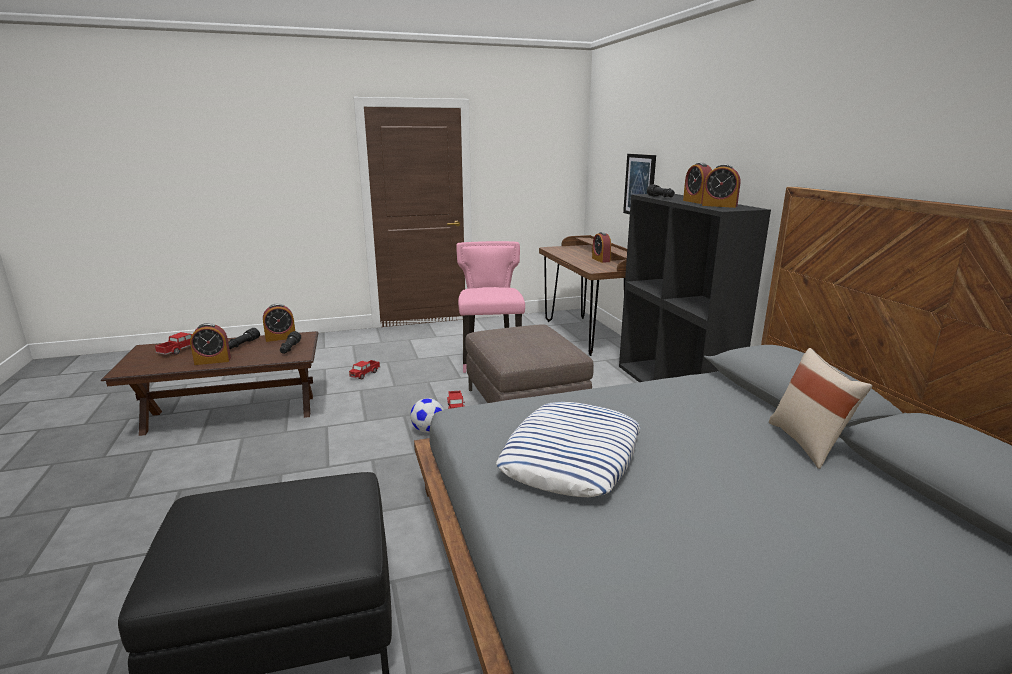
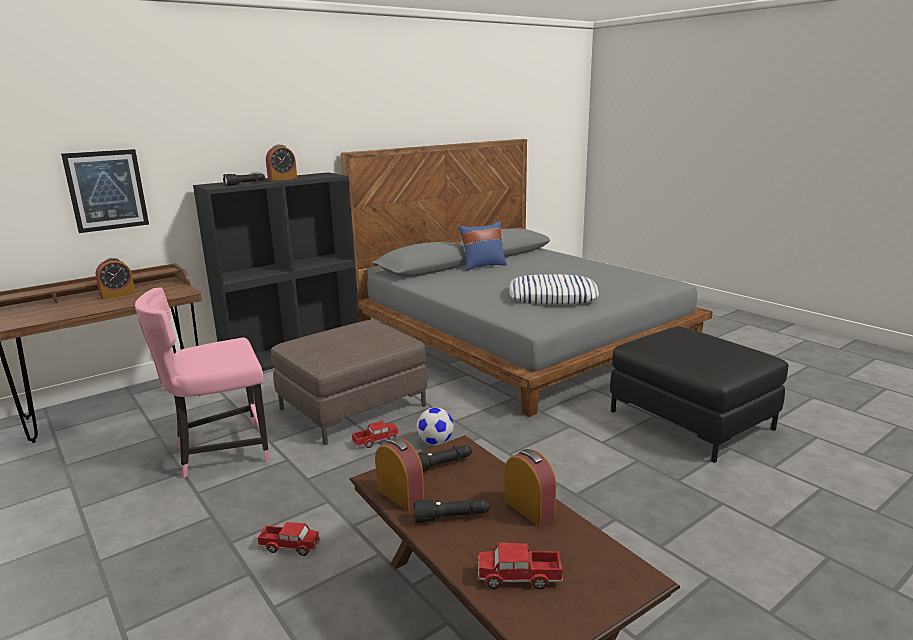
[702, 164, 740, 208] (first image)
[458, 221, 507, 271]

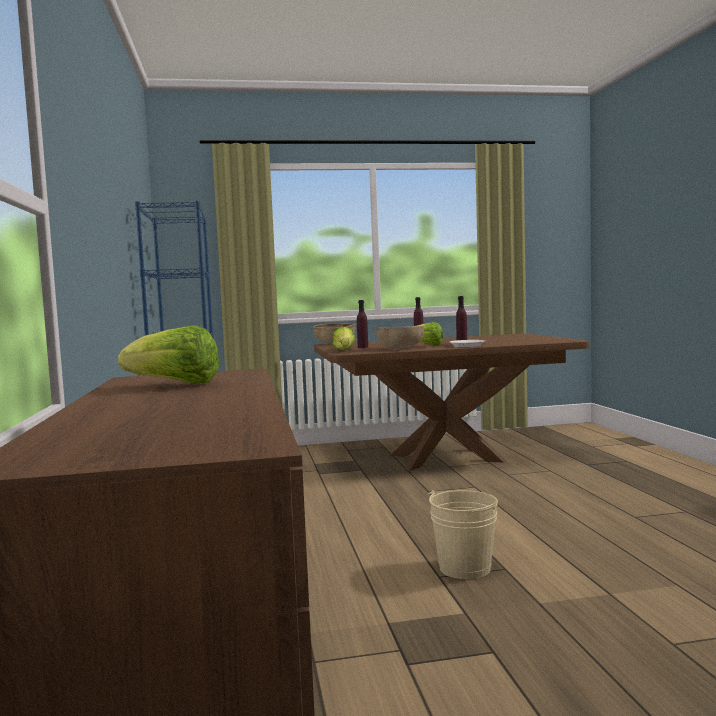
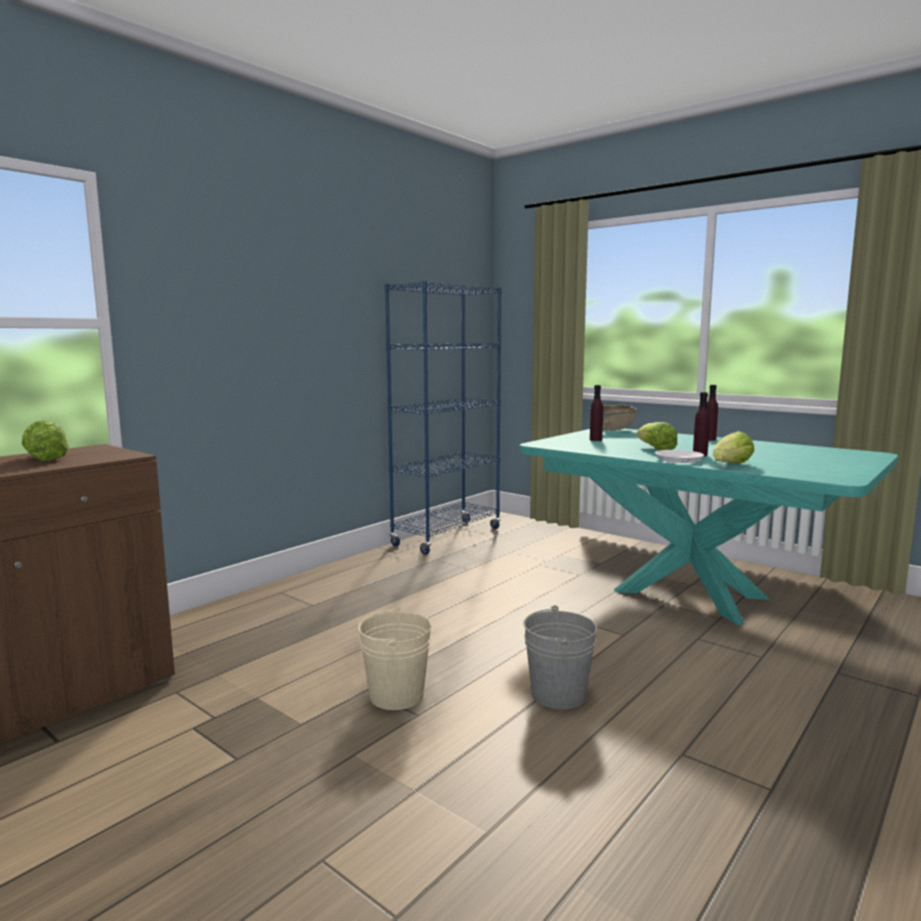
[519, 429, 898, 625]
[713, 431, 754, 463]
[375, 326, 424, 349] (first image)
[523, 605, 597, 709]

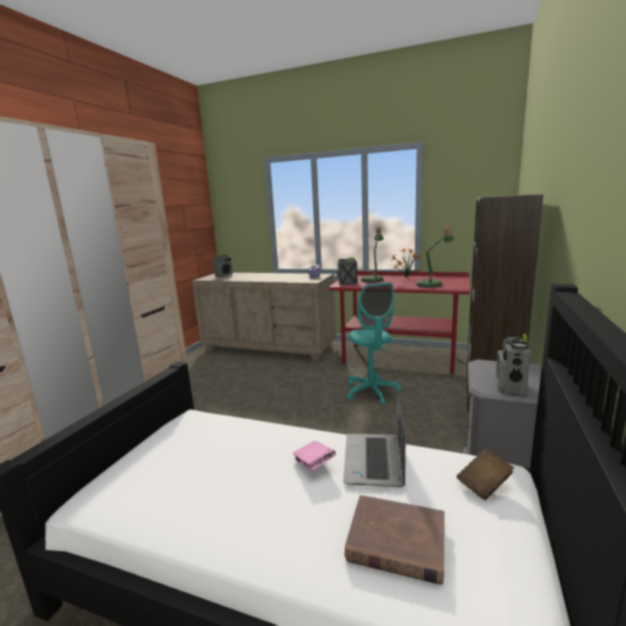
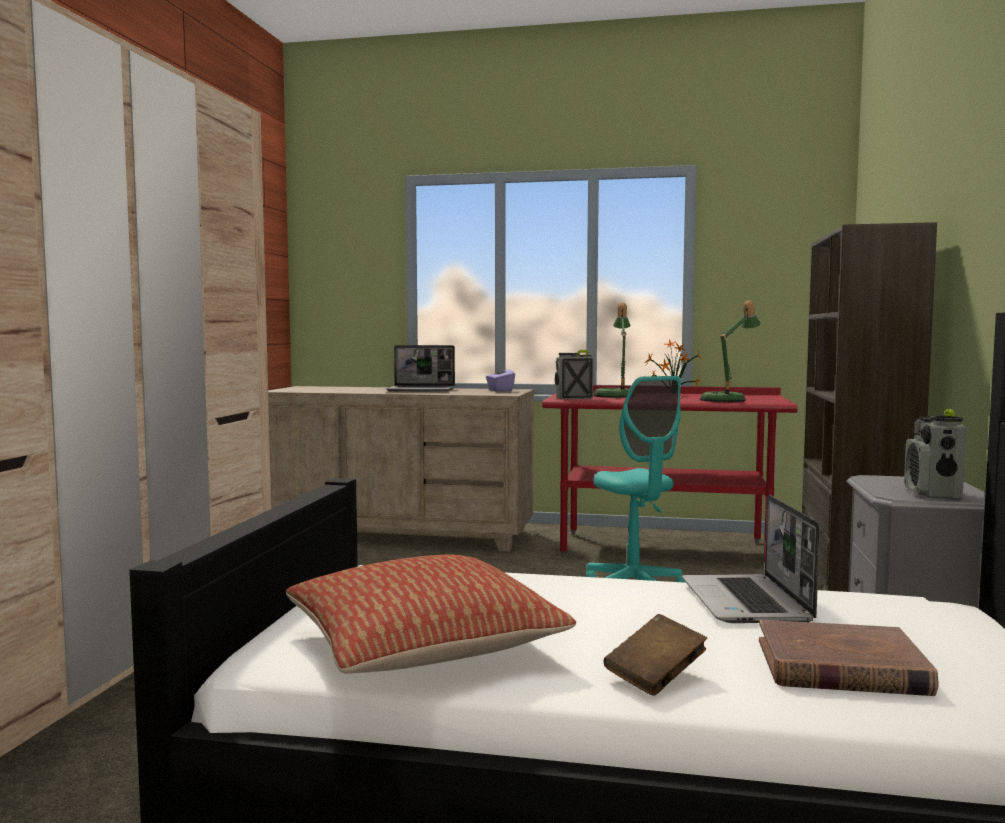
[213, 254, 233, 277] (first image)
[292, 441, 336, 471] (first image)
[604, 614, 707, 696]
[286, 554, 576, 674]
[386, 345, 455, 392]

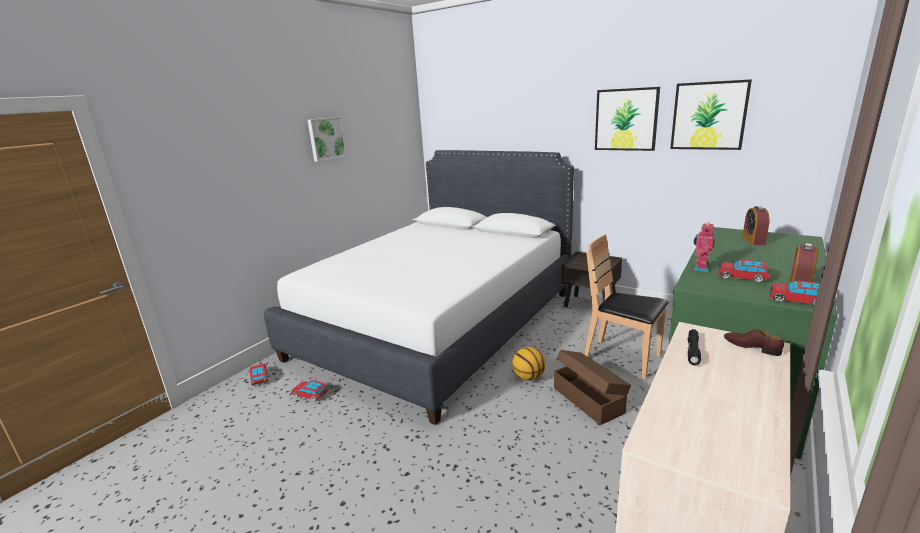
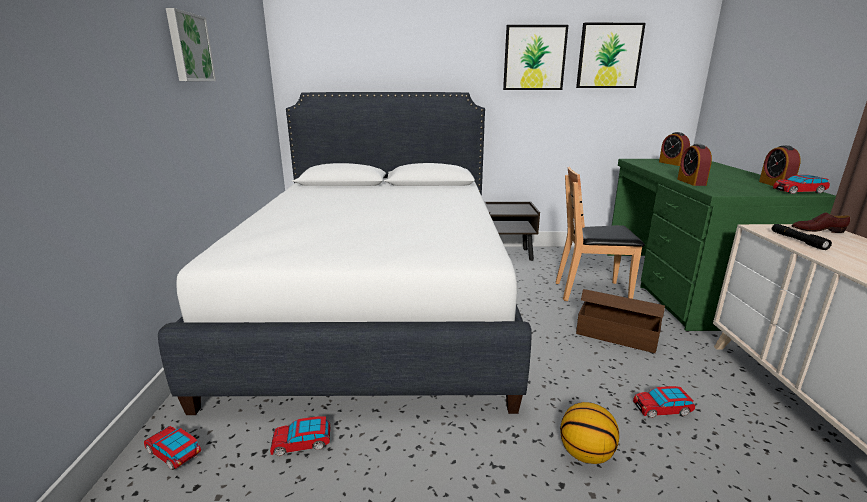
[560, 402, 619, 464]
[677, 144, 712, 186]
[633, 386, 695, 418]

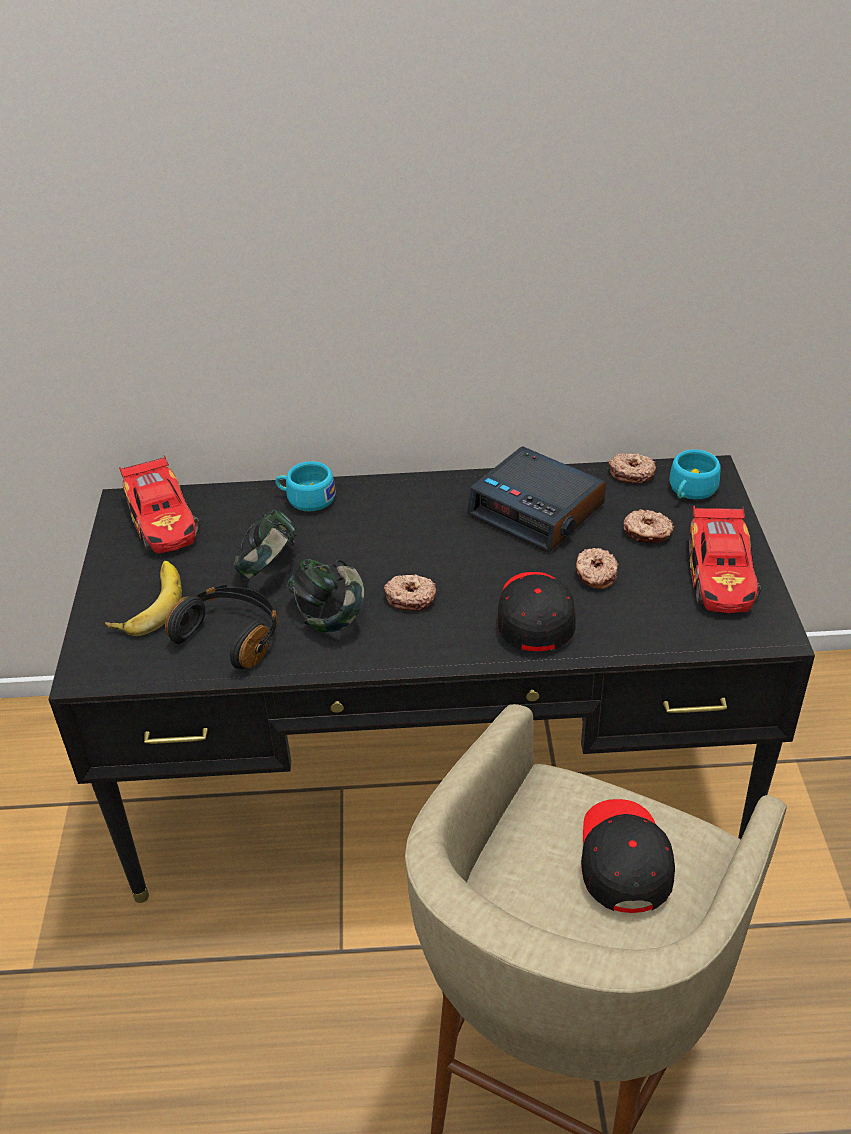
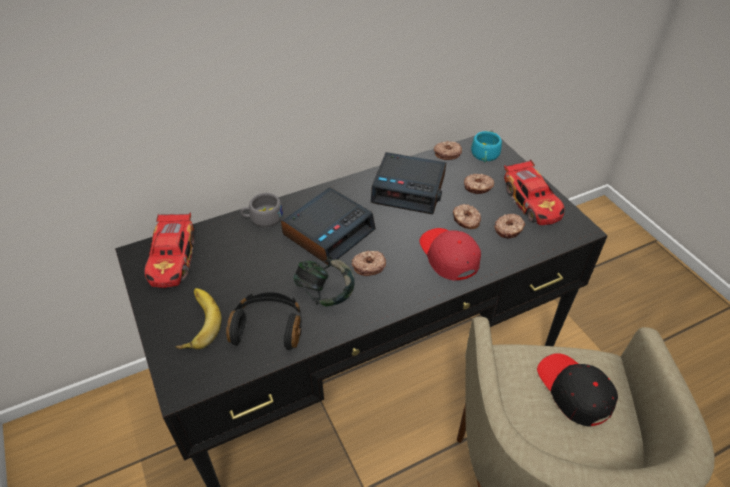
[145, 212, 194, 288]
[233, 510, 298, 580] (first image)
[240, 193, 283, 227]
[419, 228, 481, 281]
[281, 187, 376, 265]
[494, 214, 525, 238]

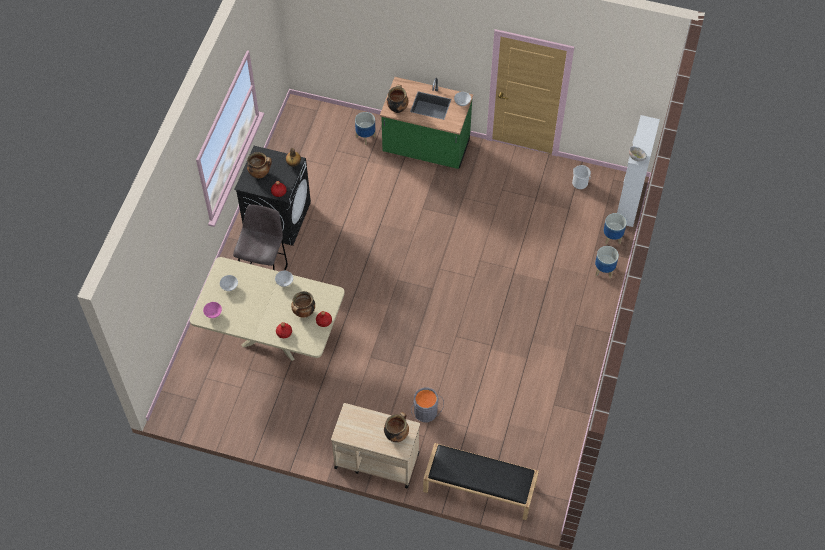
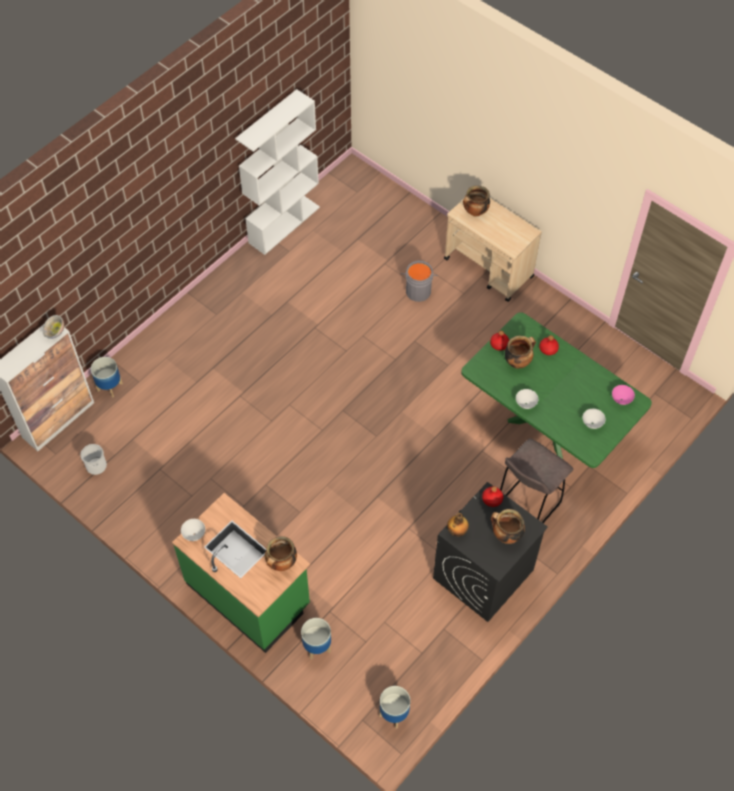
[461, 312, 652, 468]
[423, 443, 539, 520] (first image)
[379, 686, 410, 728]
[235, 89, 320, 255]

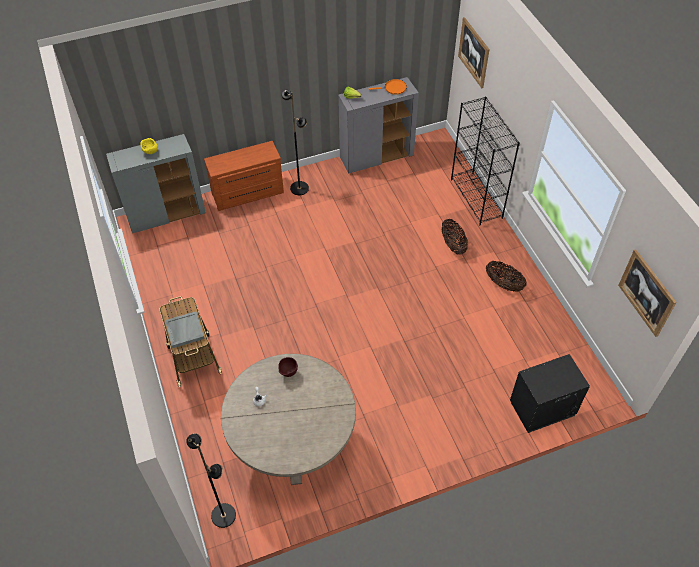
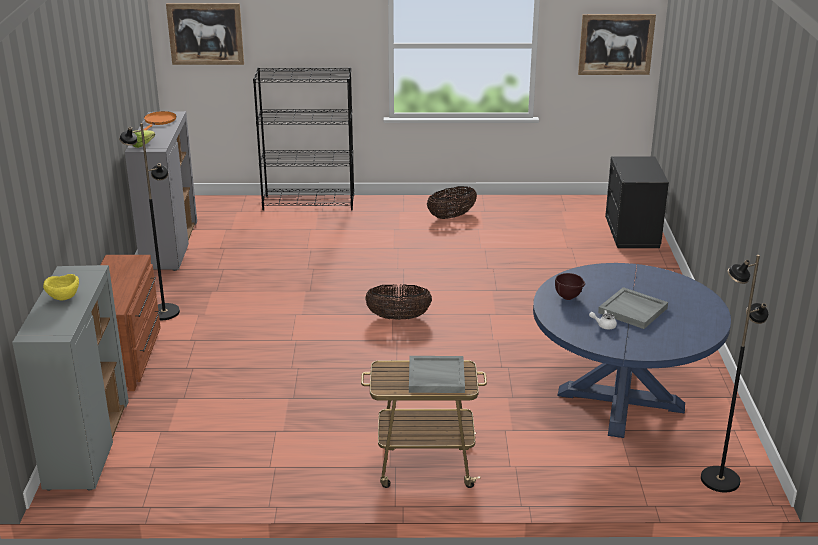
[533, 263, 731, 438]
[365, 284, 432, 320]
[598, 287, 668, 329]

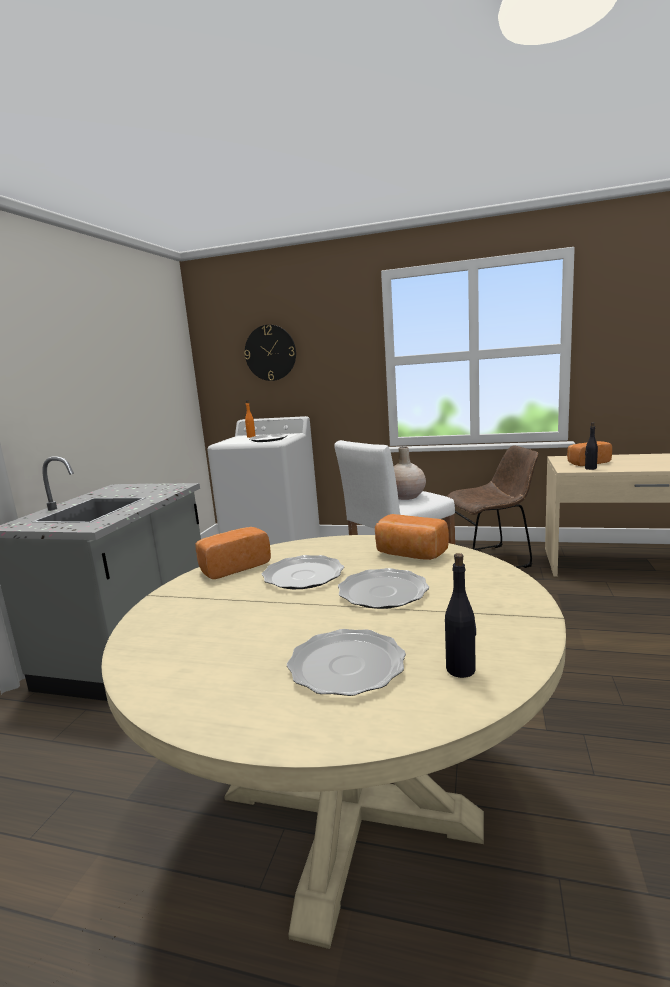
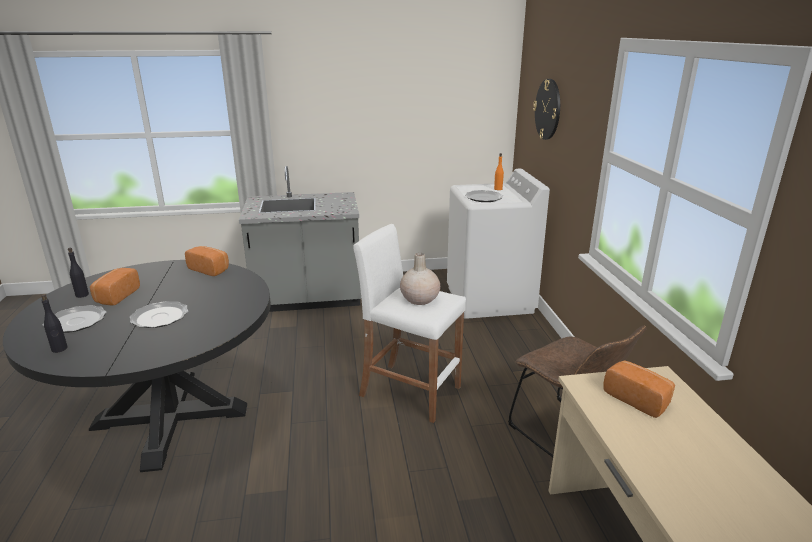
[3, 260, 271, 472]
[262, 555, 344, 589] (first image)
[90, 268, 140, 305]
[68, 248, 89, 298]

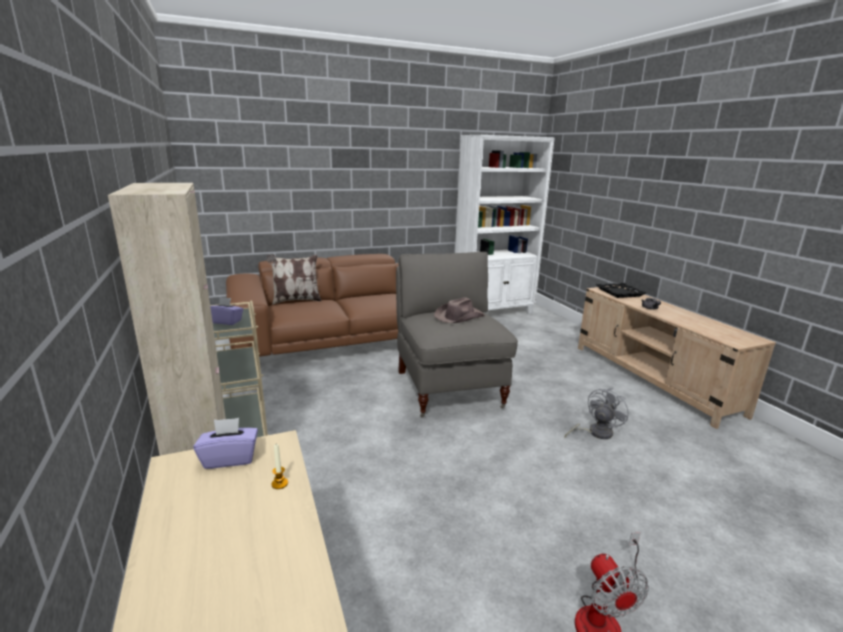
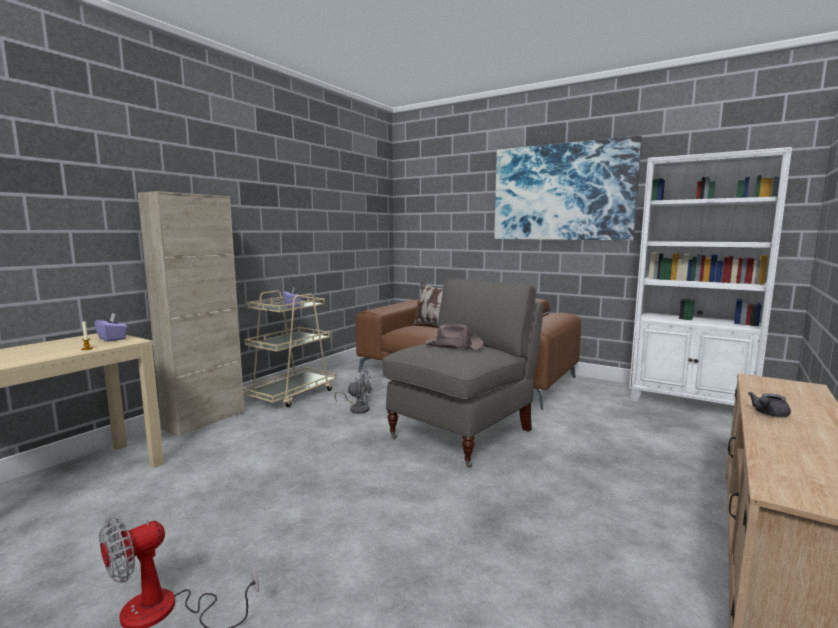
[334, 370, 372, 414]
[596, 283, 646, 298] (first image)
[494, 136, 642, 240]

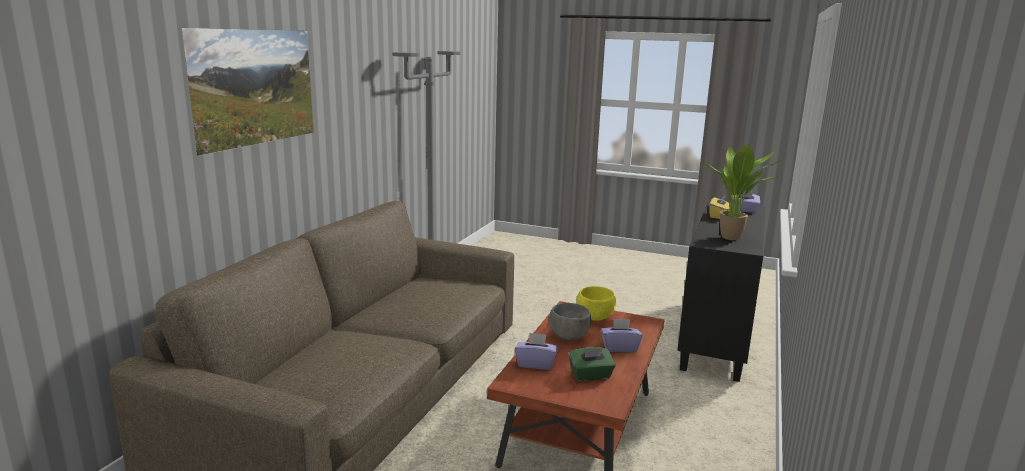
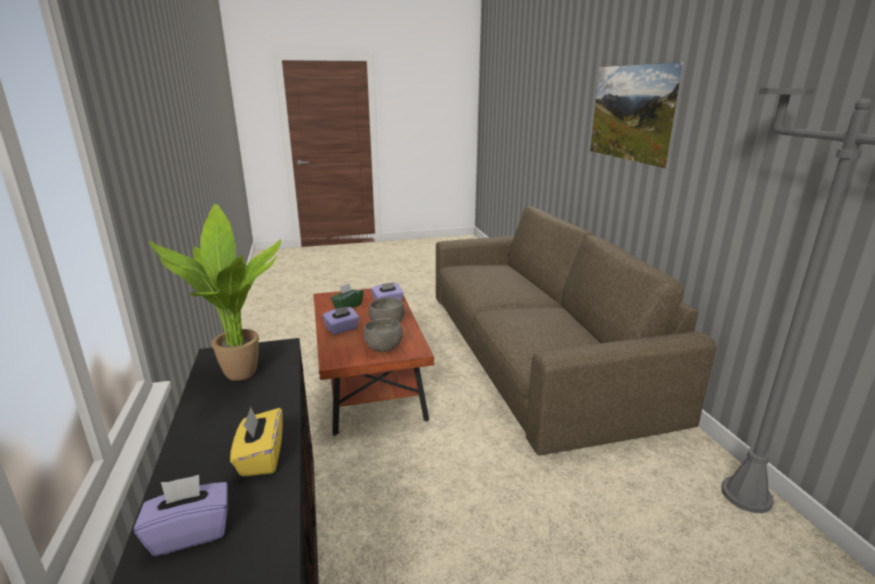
[364, 318, 403, 352]

